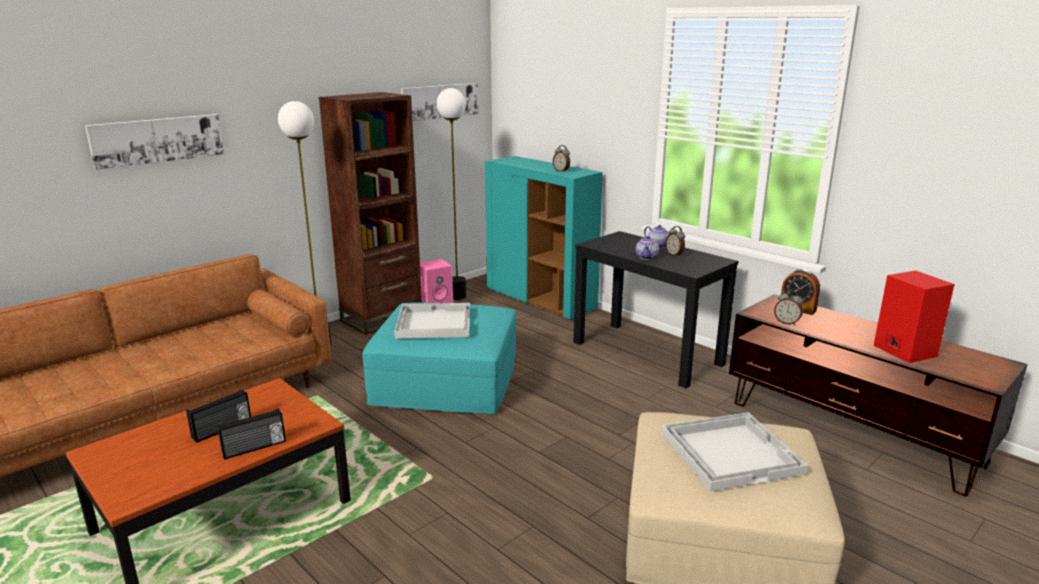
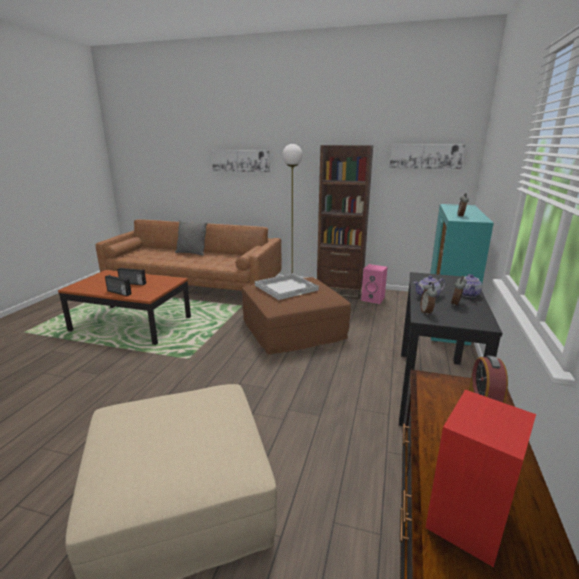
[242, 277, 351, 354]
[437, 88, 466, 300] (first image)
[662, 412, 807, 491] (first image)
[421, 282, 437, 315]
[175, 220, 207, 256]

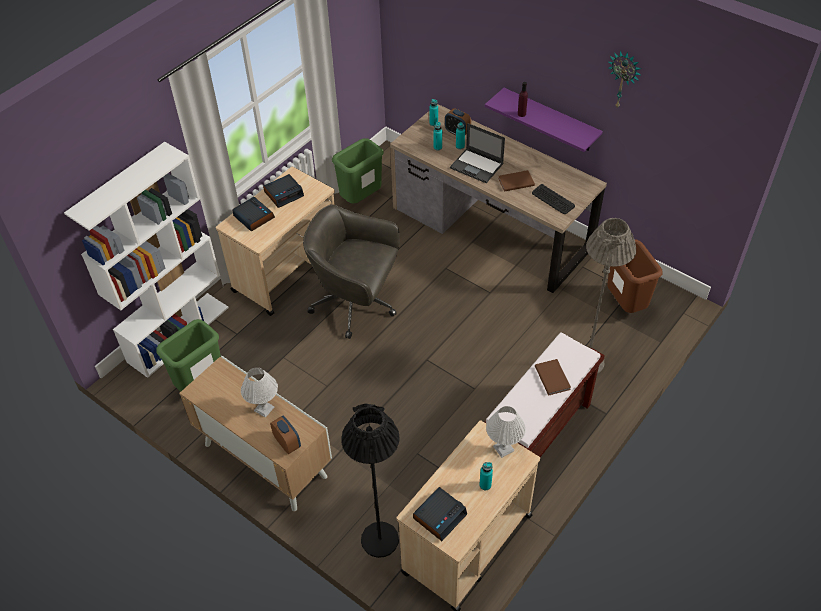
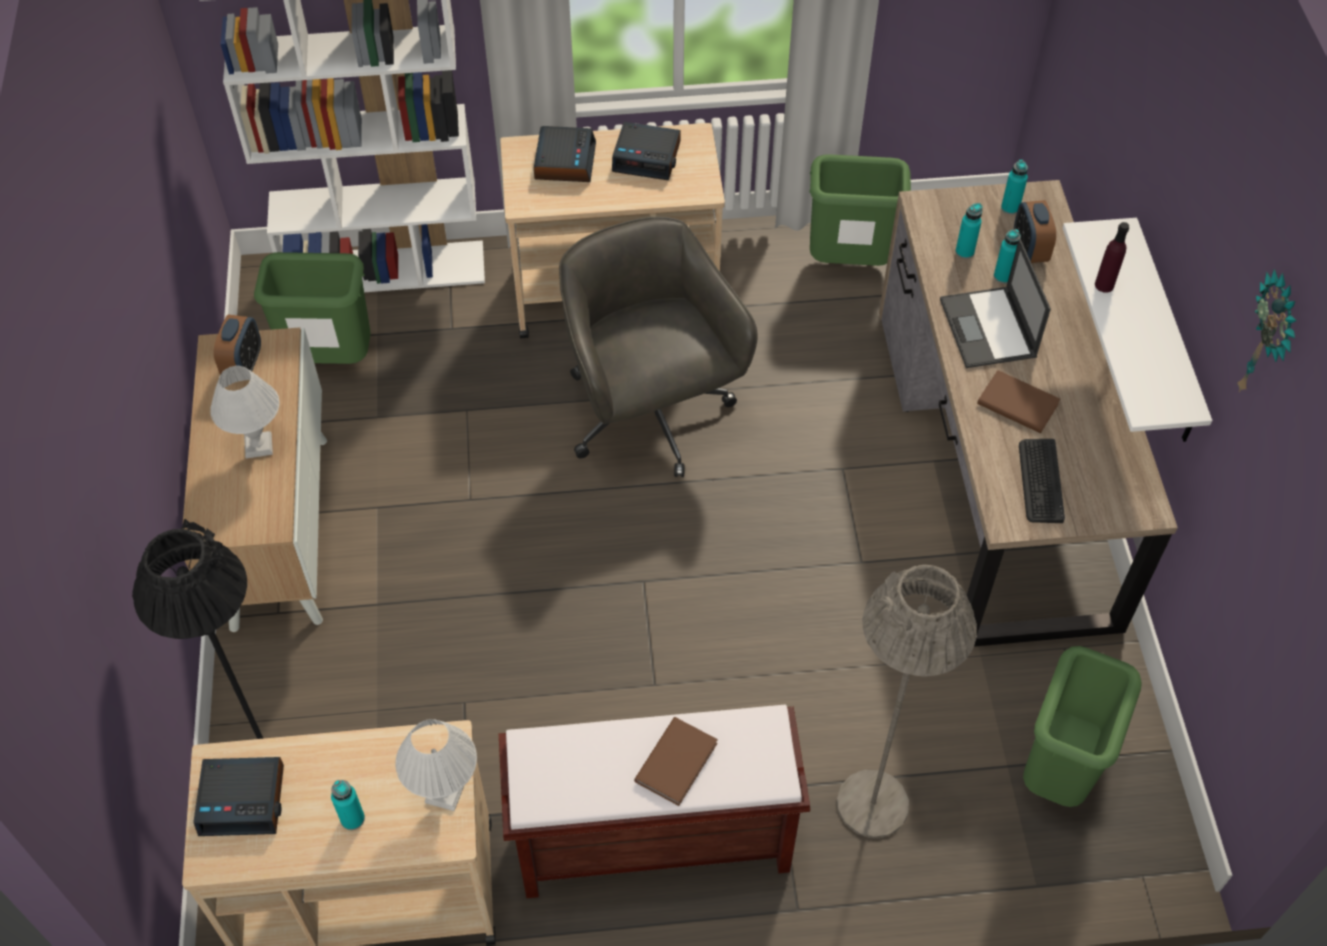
[213, 314, 261, 375]
[1063, 218, 1212, 442]
[1023, 646, 1142, 807]

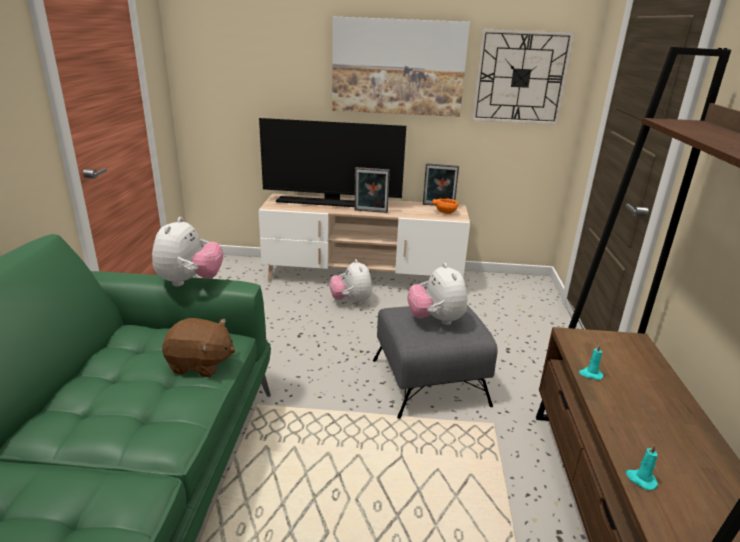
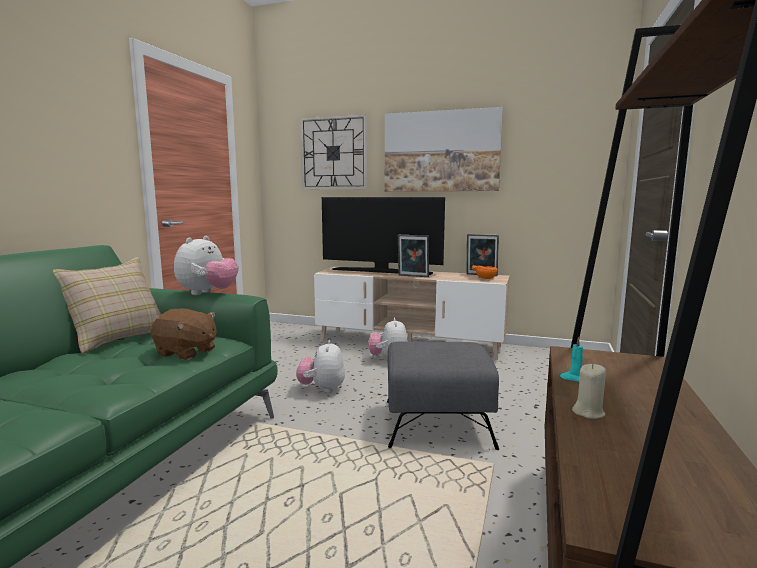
[296, 340, 345, 393]
[300, 114, 367, 189]
[626, 444, 658, 490] (first image)
[53, 257, 161, 354]
[572, 364, 606, 419]

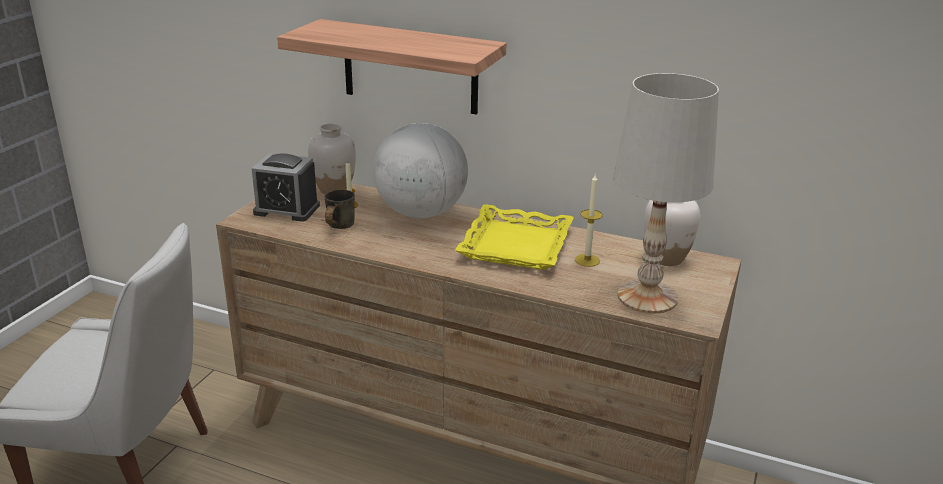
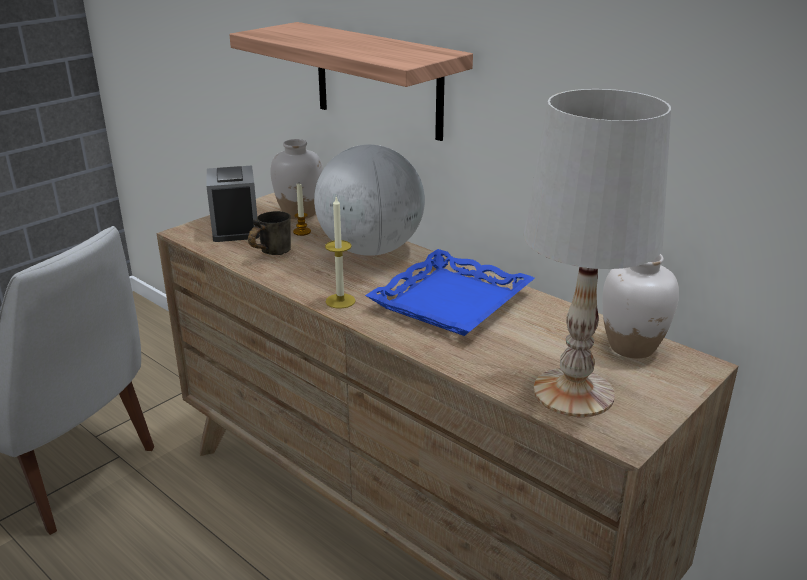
[206, 166, 259, 242]
[365, 249, 535, 336]
[325, 197, 356, 309]

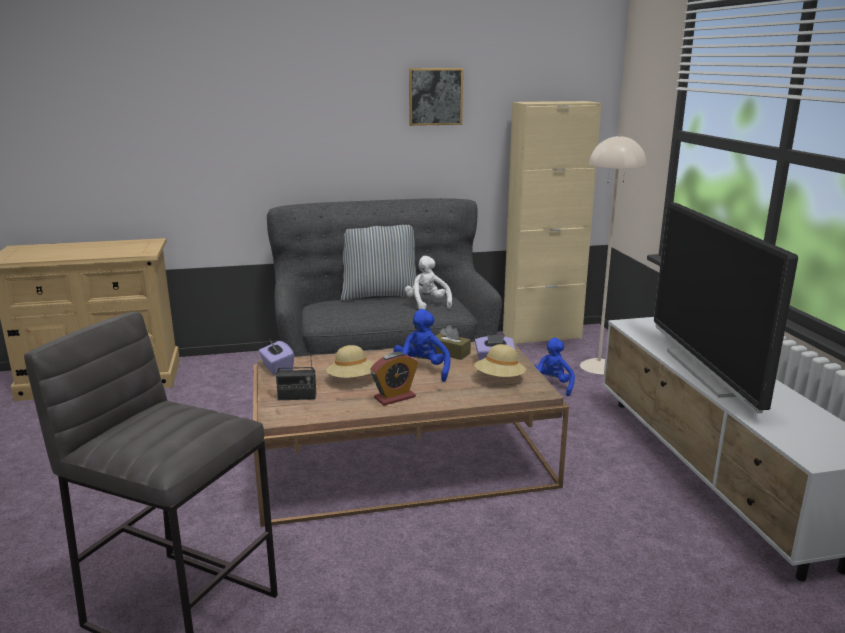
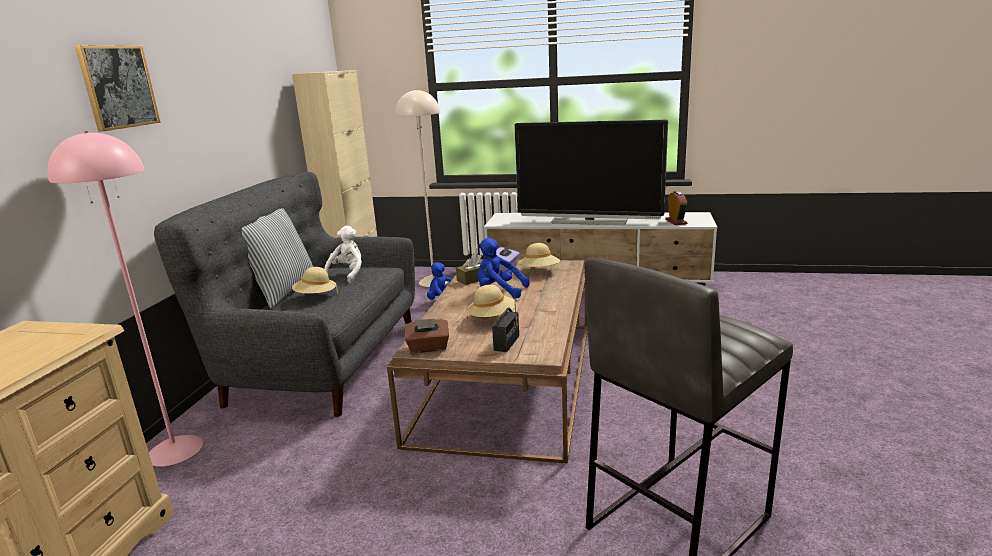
[405, 319, 449, 353]
[665, 191, 688, 225]
[324, 225, 362, 283]
[75, 45, 160, 132]
[47, 130, 203, 466]
[292, 267, 338, 294]

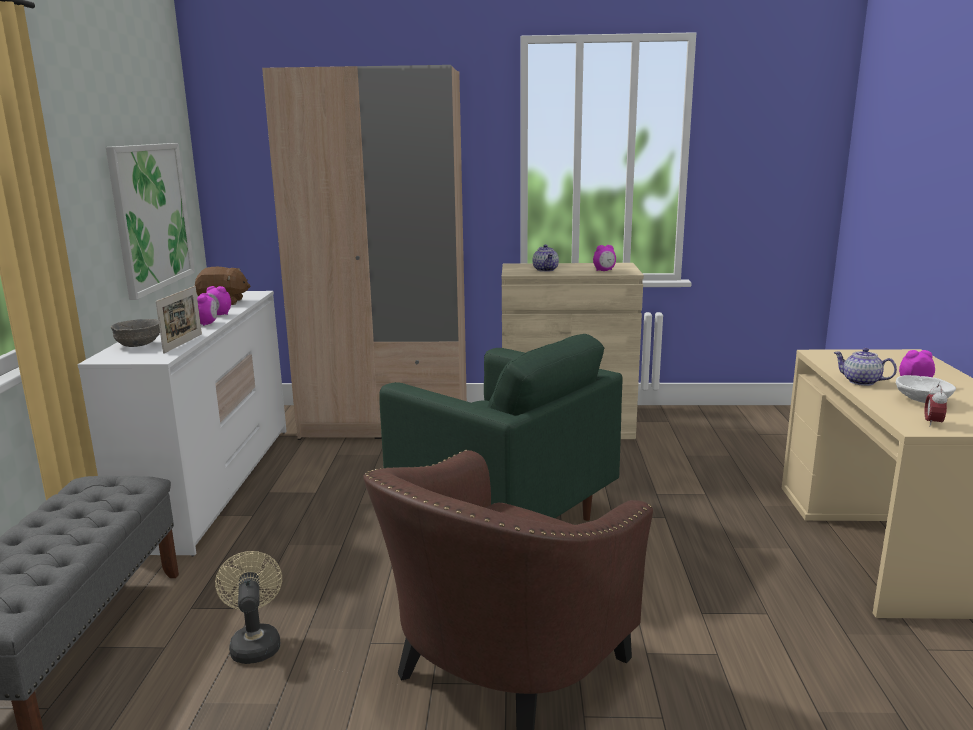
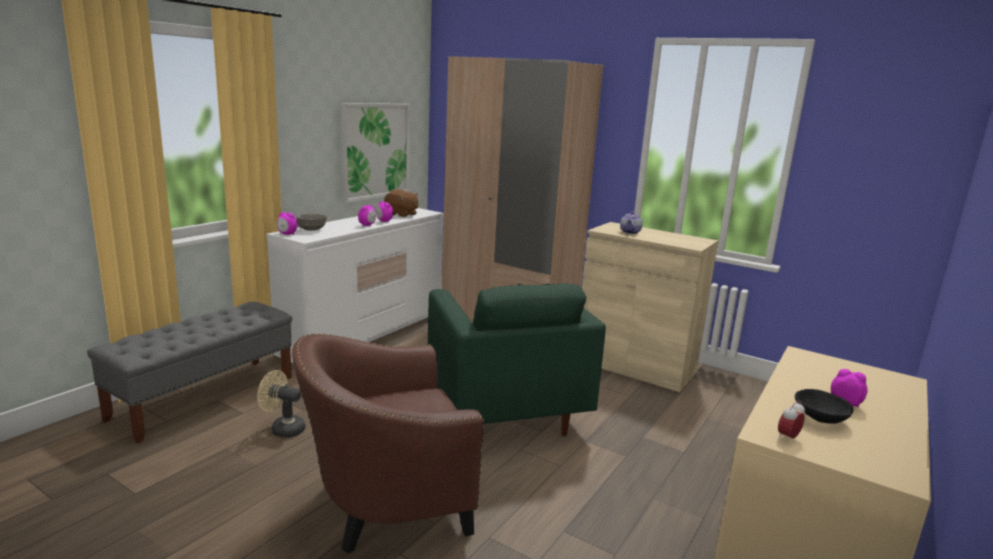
[156, 286, 202, 354] (first image)
[257, 370, 306, 438]
[277, 212, 297, 235]
[833, 348, 897, 386] (first image)
[795, 389, 853, 424]

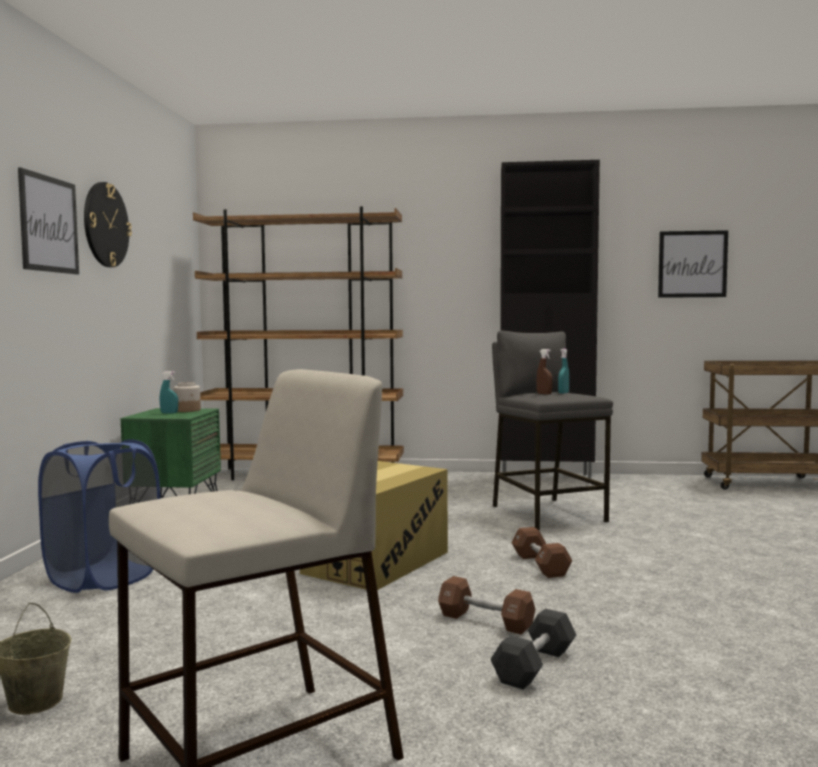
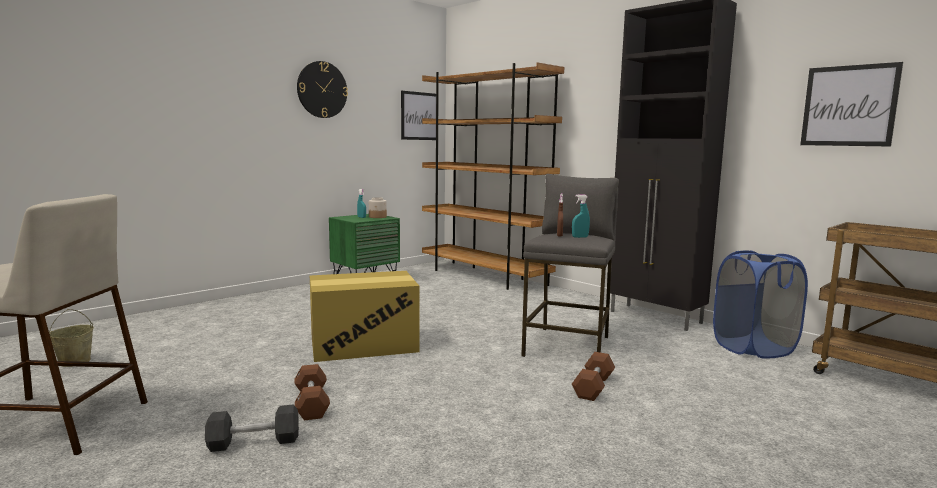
[401, 91, 436, 140]
[713, 251, 808, 359]
[572, 352, 615, 401]

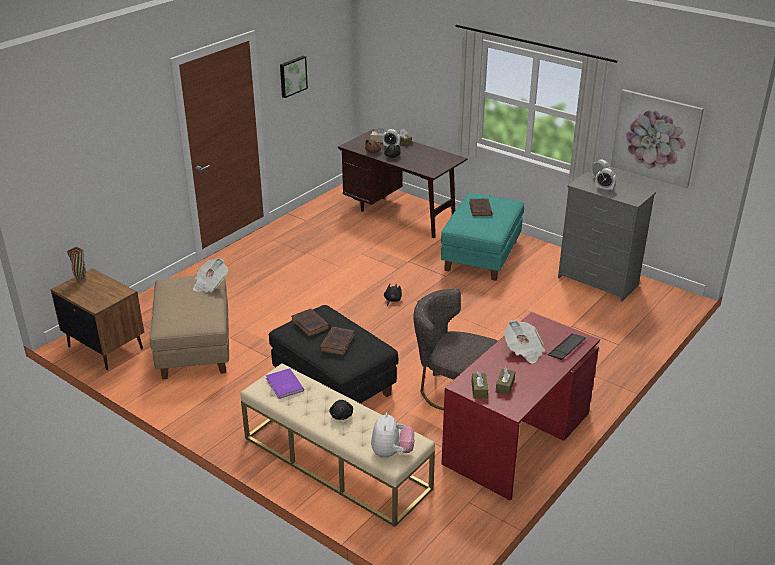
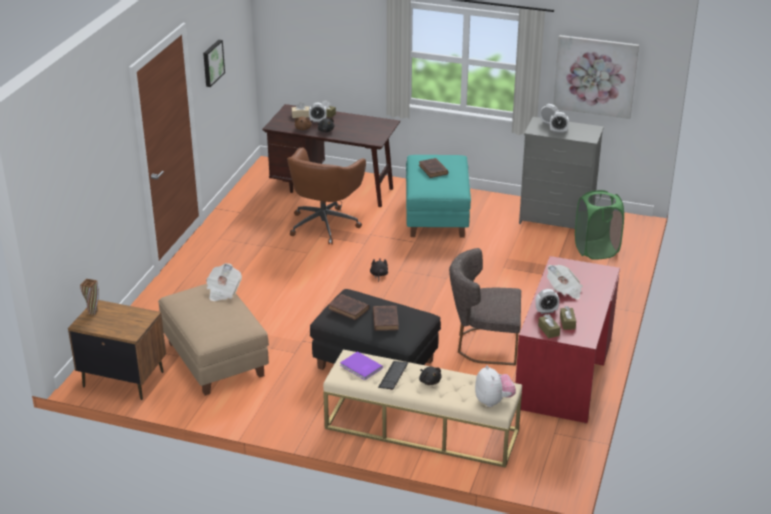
[378, 361, 408, 390]
[287, 147, 366, 245]
[535, 289, 559, 314]
[575, 190, 624, 260]

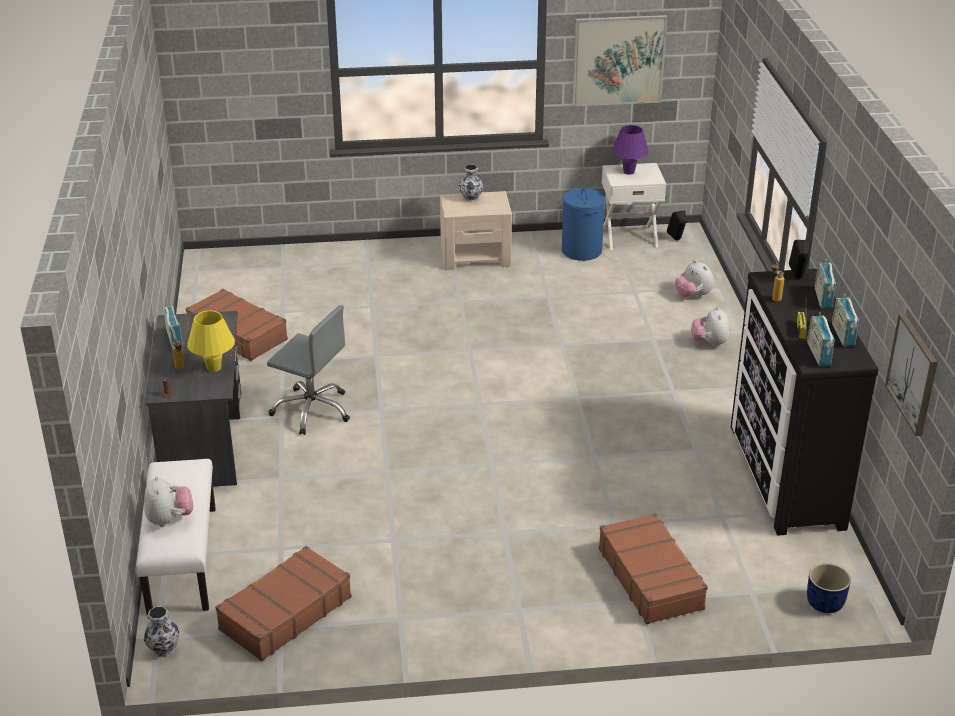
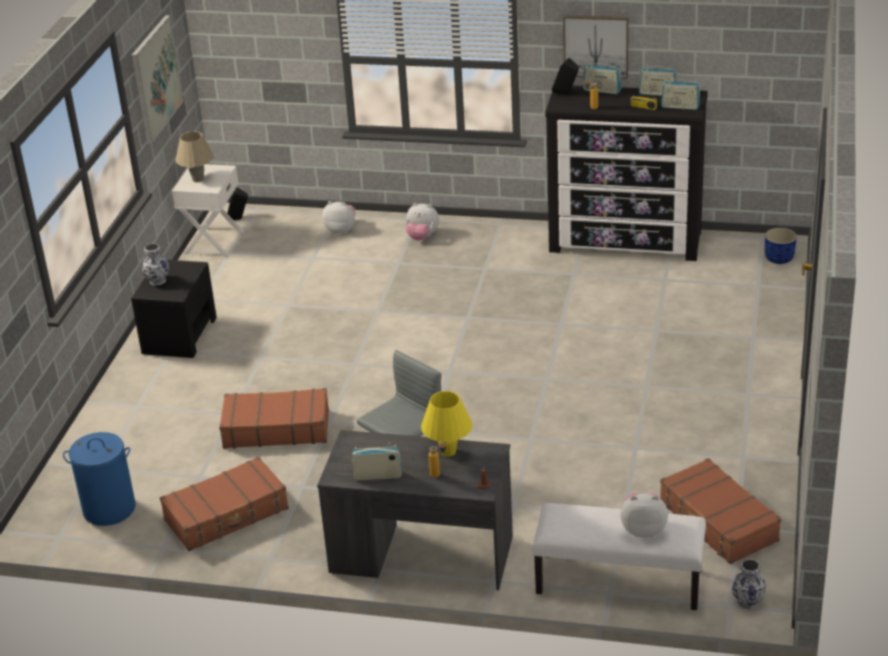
[131, 260, 217, 358]
[63, 432, 135, 526]
[219, 388, 329, 449]
[176, 131, 214, 182]
[322, 201, 356, 234]
[563, 15, 629, 79]

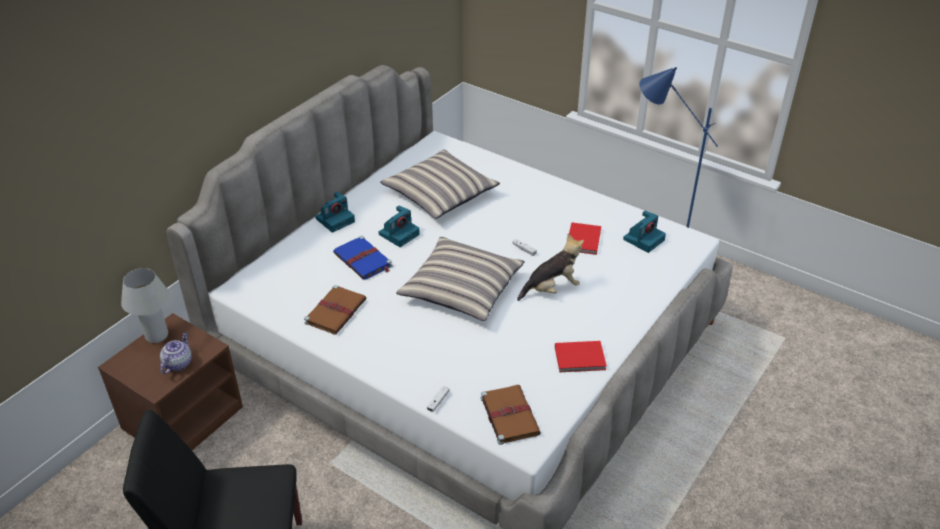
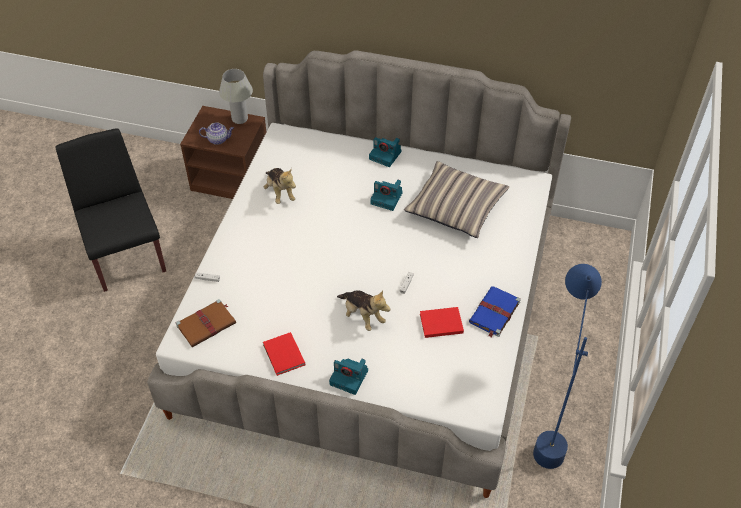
[264, 168, 296, 204]
[469, 286, 521, 337]
[396, 237, 525, 321] (first image)
[329, 359, 368, 395]

